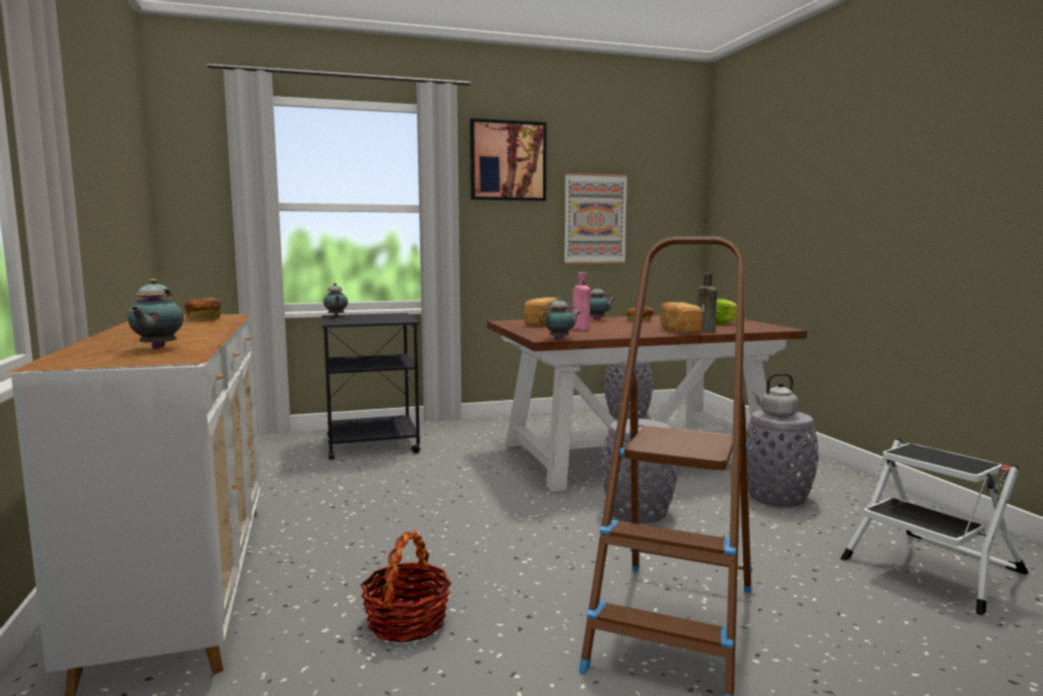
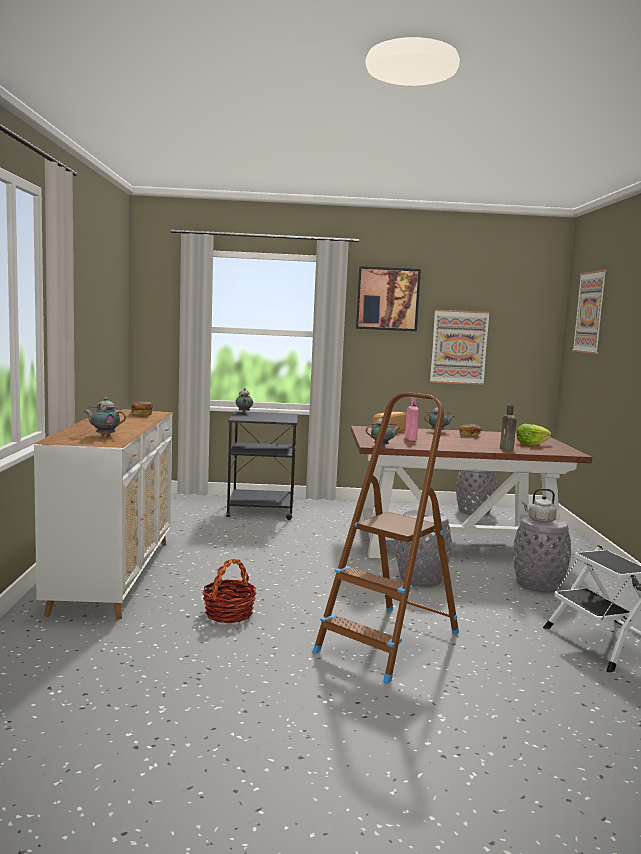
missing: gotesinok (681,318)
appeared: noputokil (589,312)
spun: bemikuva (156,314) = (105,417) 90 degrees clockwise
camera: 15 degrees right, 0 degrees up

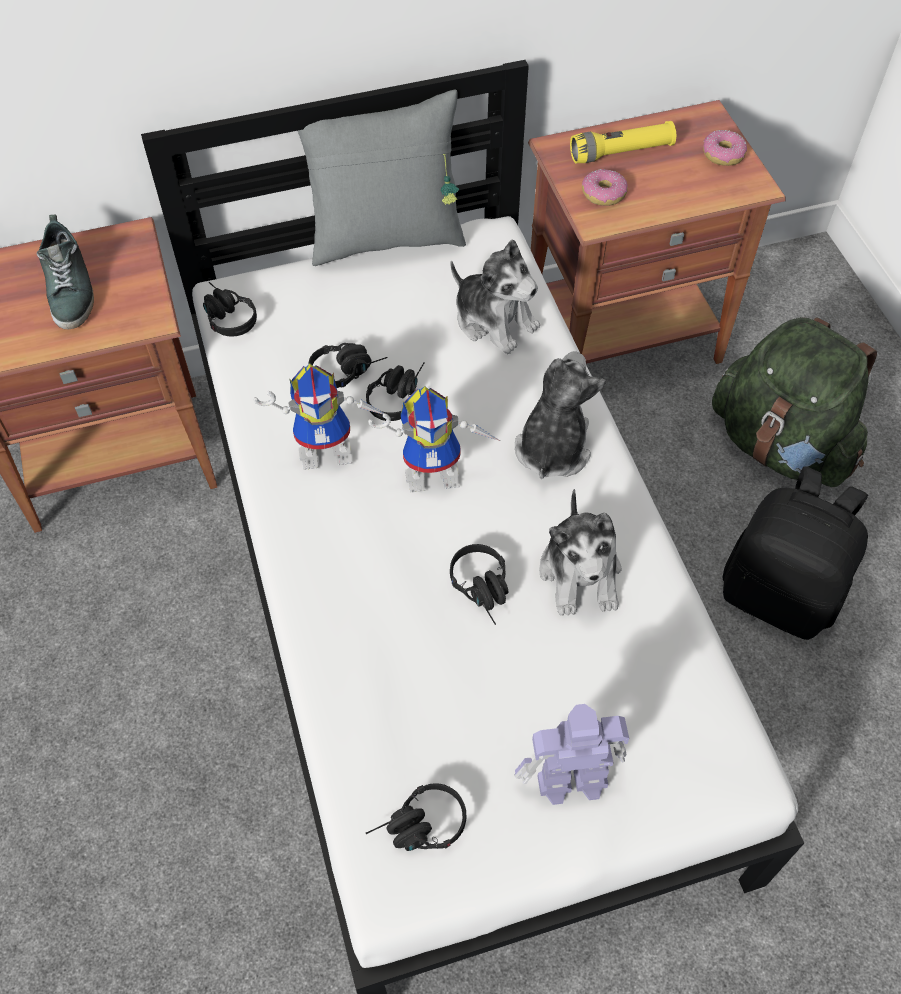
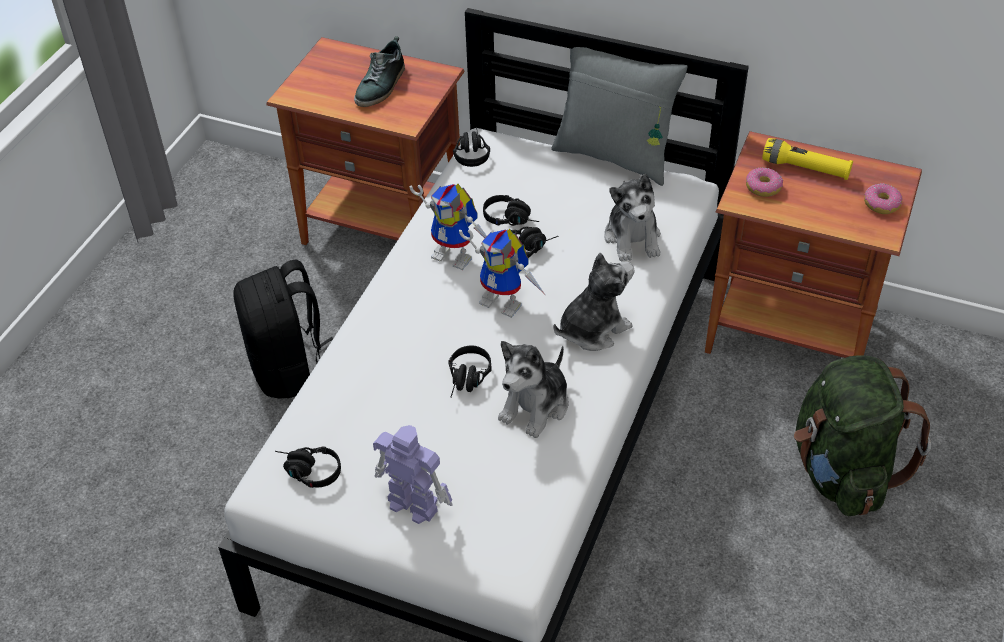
relocated: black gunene (795,553) to (283,329)
camera: 40 degrees right, 10 degrees down

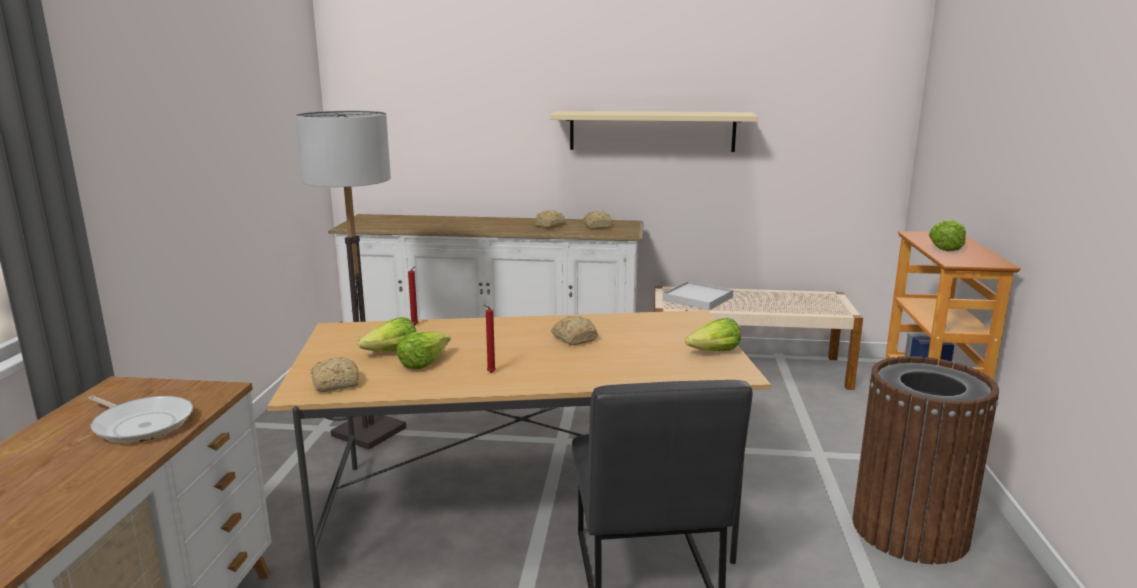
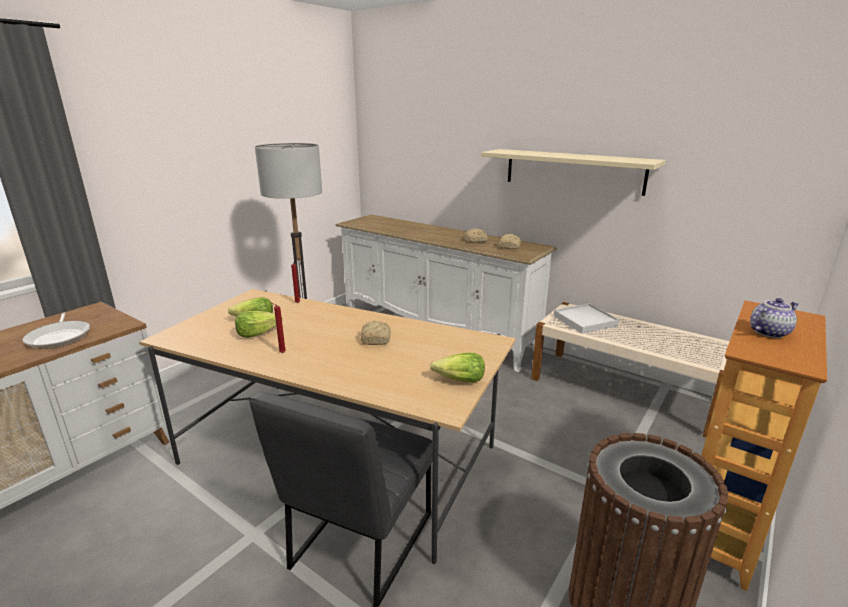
missing: gotesinok (334,374)
exchanged: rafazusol (947,235) to bemikuva (774,318)
camera: 30 degrees right, 5 degrees up

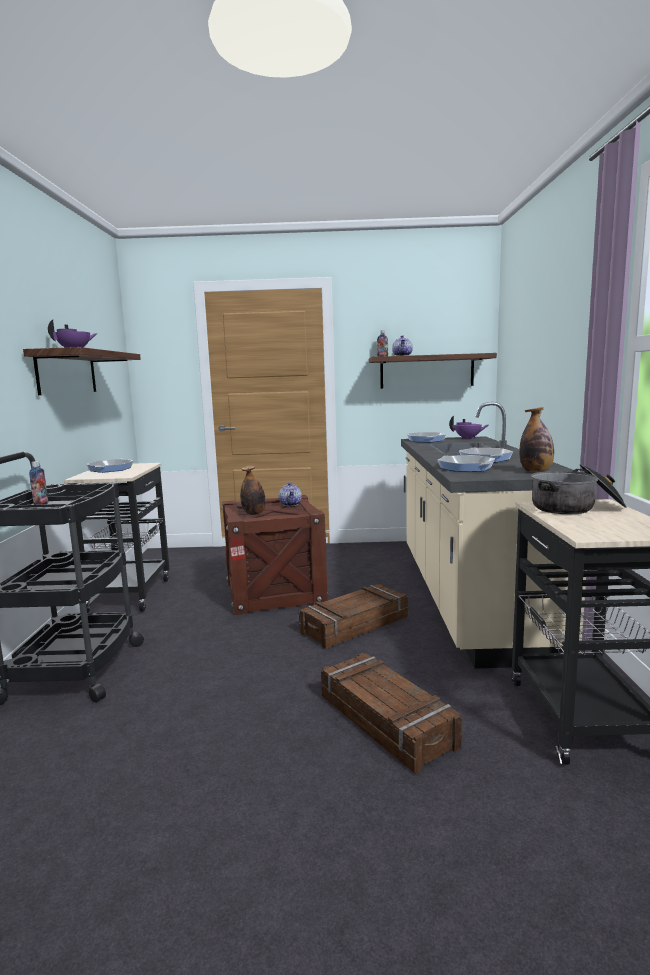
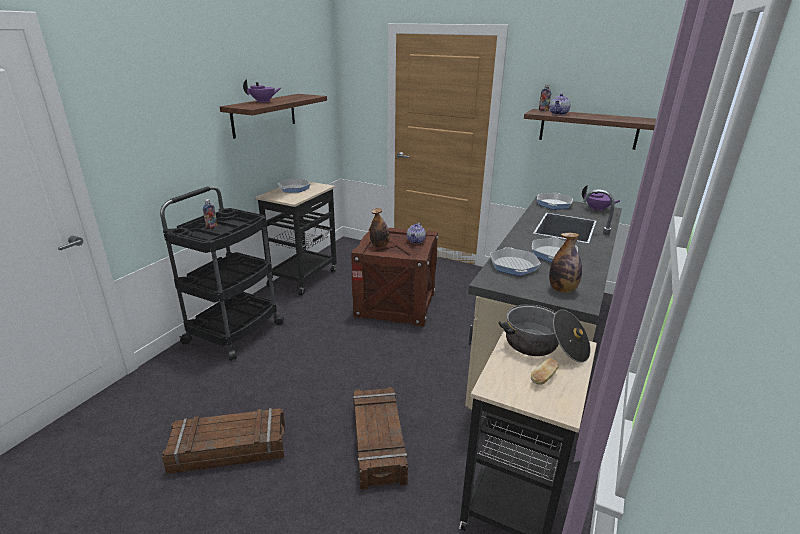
appeared: gotesinok (545,372)
relocated: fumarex (353,616) to (223,441)
camera: 25 degrees right, 15 degrees up

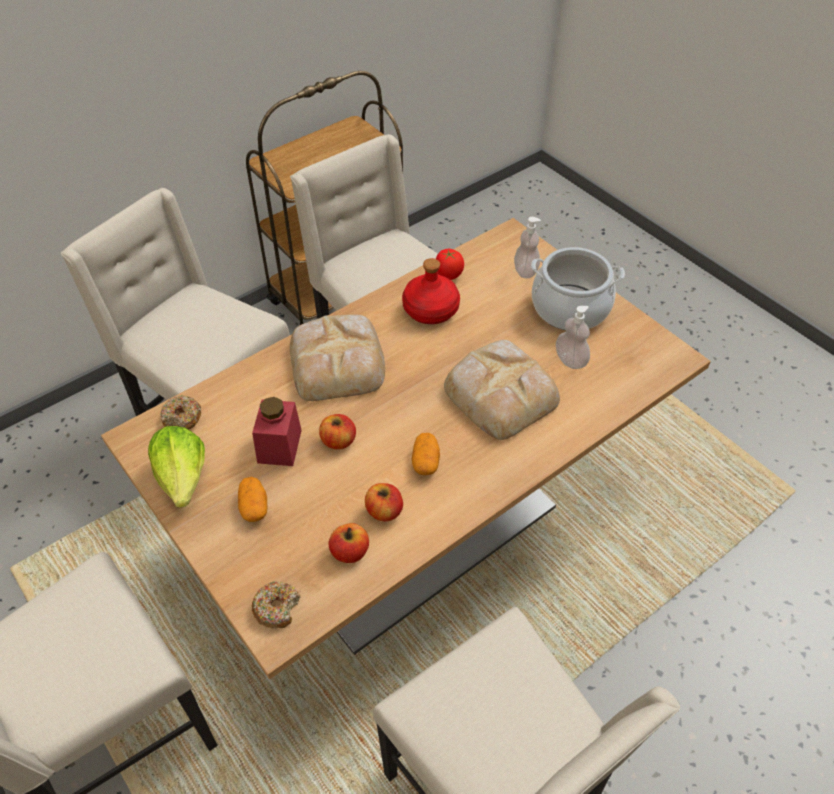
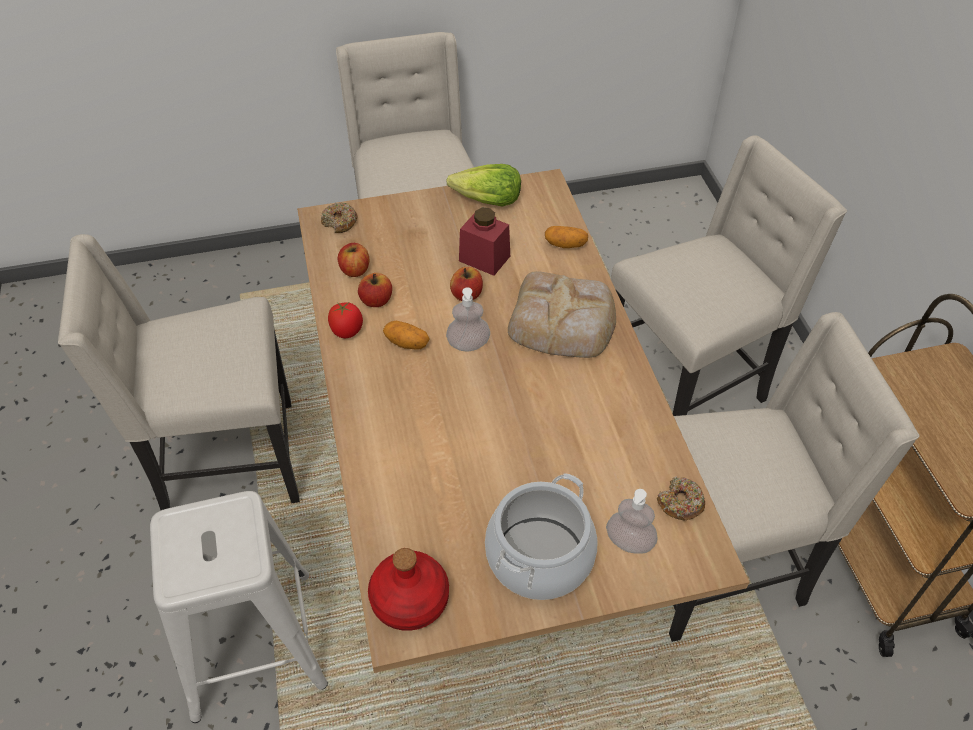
missing: gotesinok (502,390)
appeared: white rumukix (239,607)
relocated: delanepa (450,264) to (345,320); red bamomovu (431,291) to (408,589); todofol (573,337) to (468,319); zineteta (252,499) to (566,237); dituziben (181,412) to (681,498)
camera: 115 degrees right, 0 degrees up

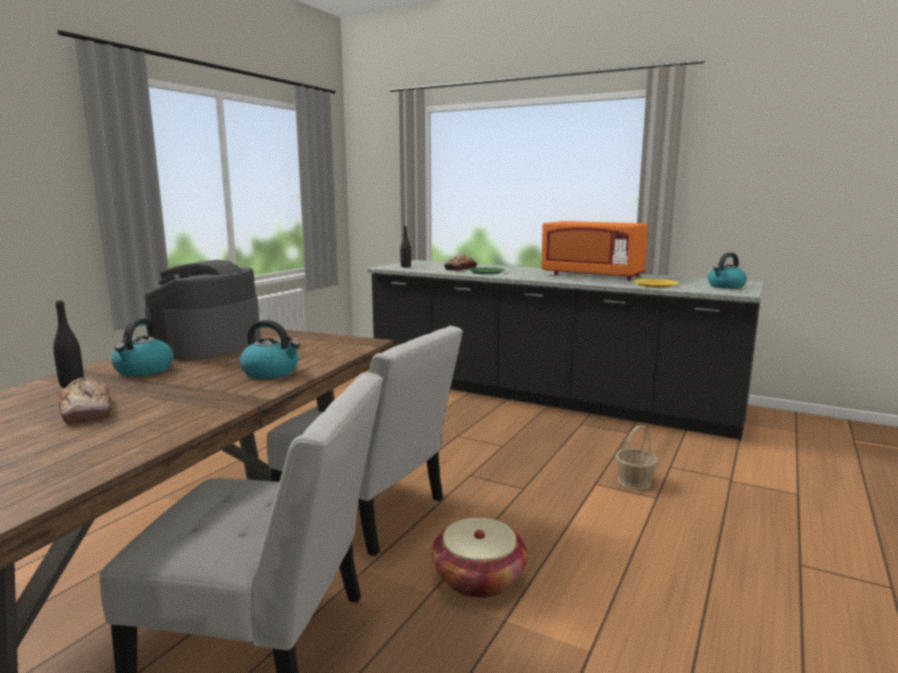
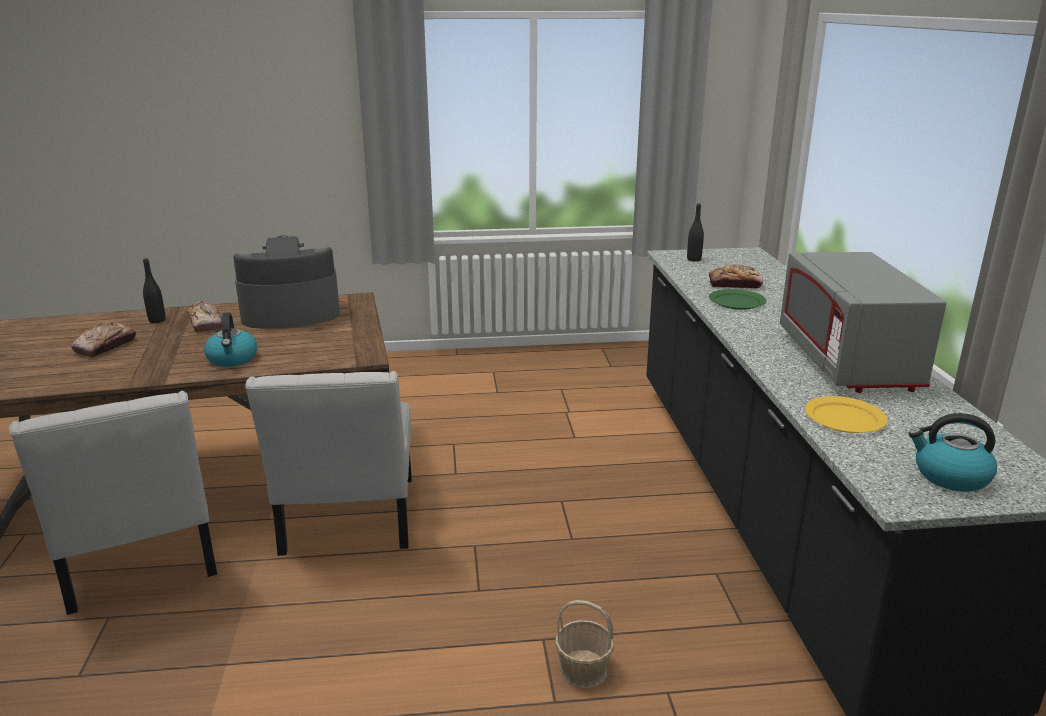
missing: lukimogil (479,558)
exchanged: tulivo (142,347) to gotesinok (204,316)
colour: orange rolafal (594,250) to grey rolafal (863,322)
camera: 55 degrees right, 10 degrees up

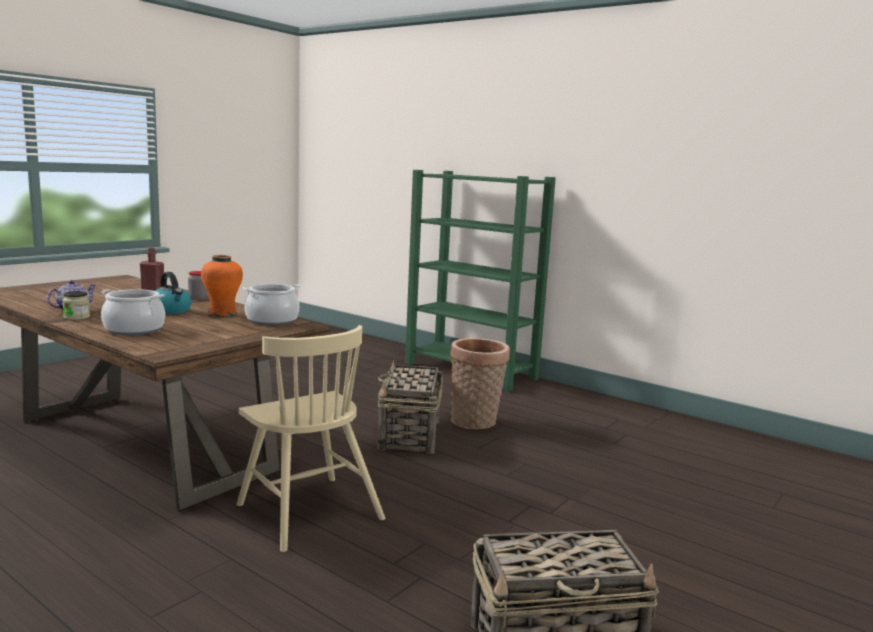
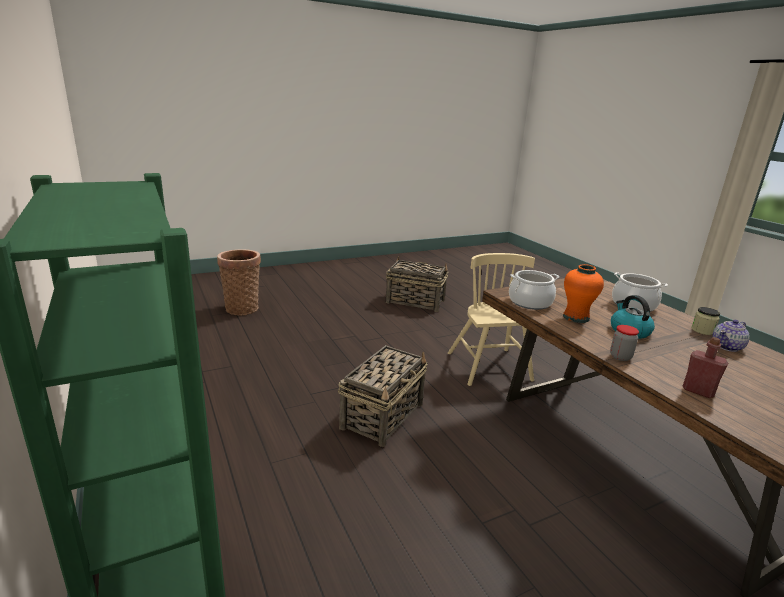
relocated: lukimogil (480,383) to (239,282)
camera: 155 degrees left, 10 degrees up

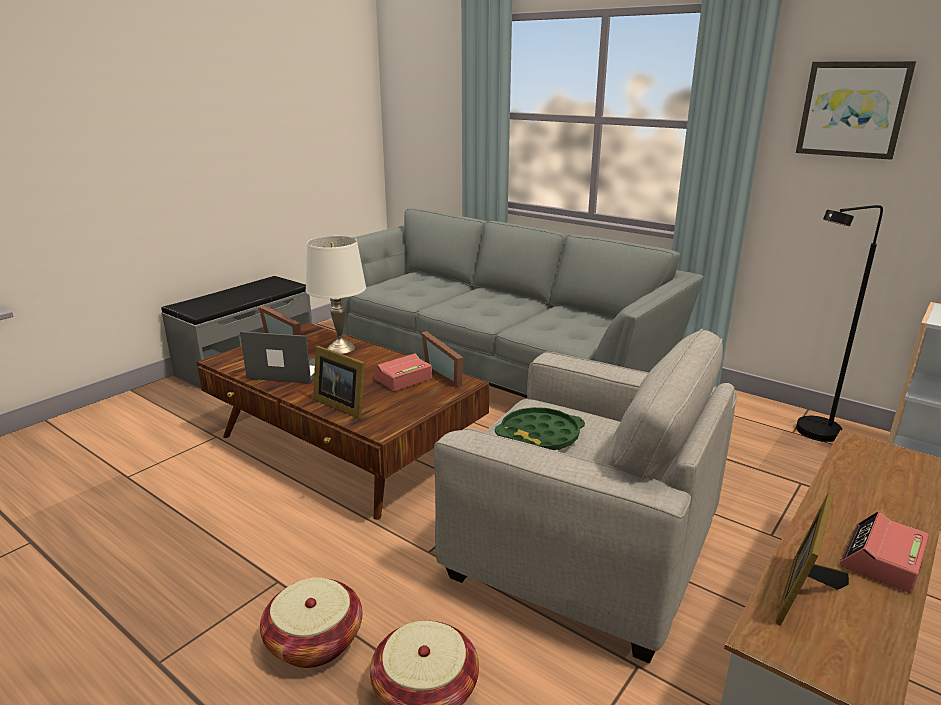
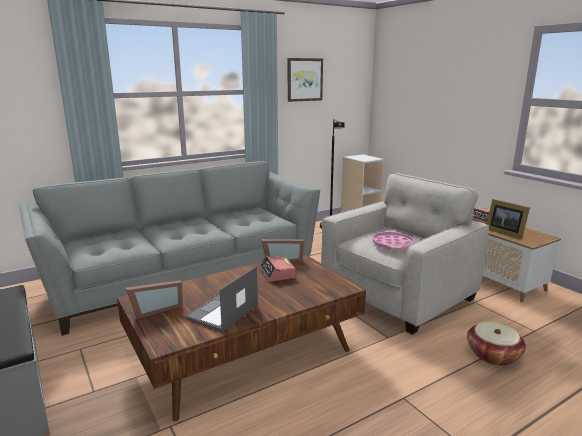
missing: lukimogil (311,623); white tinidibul (336,295); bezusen (339,382)
colour: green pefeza (540,428) to pink pefeza (393,240)
camera: 70 degrees left, 5 degrees down

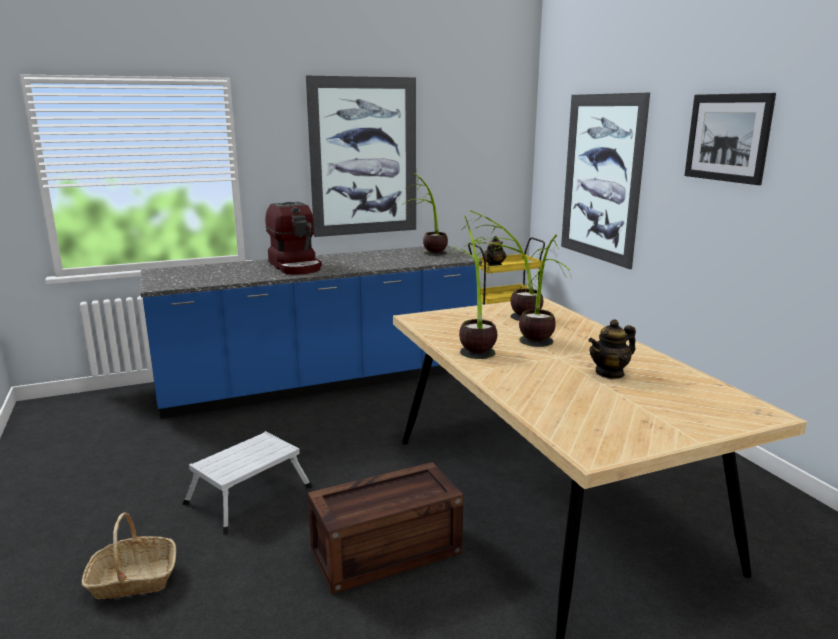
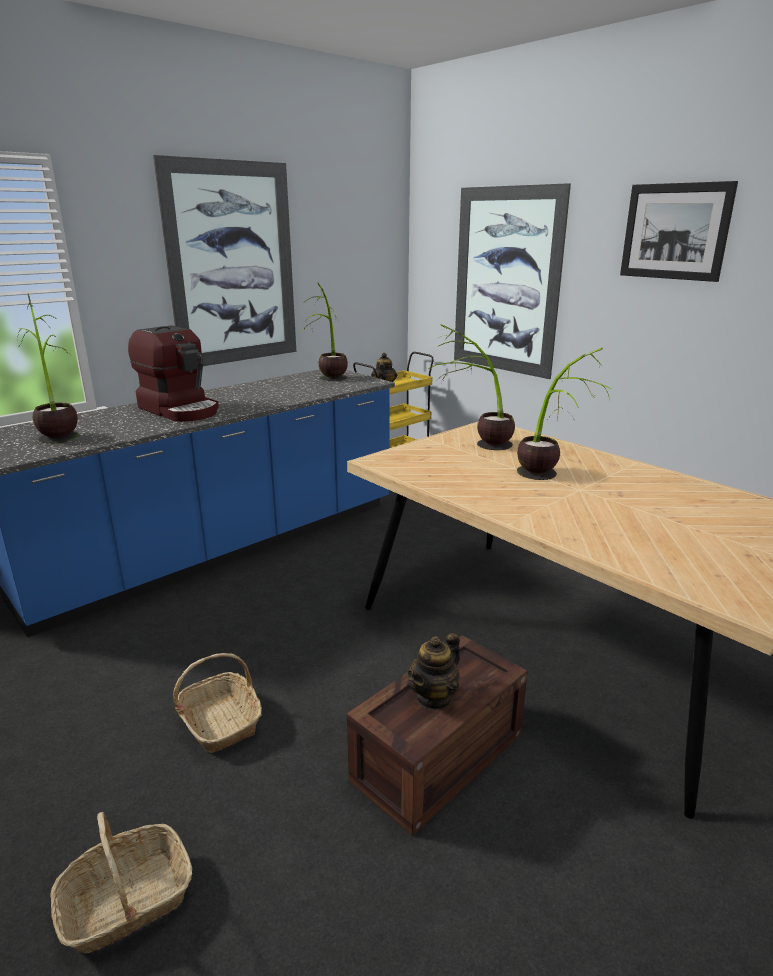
relocated: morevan (474,287) to (48,368); bemikuva (612,349) to (433,672)
exchanged: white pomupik (247,482) to lukimogil (217,703)
camera: 20 degrees left, 5 degrees up

